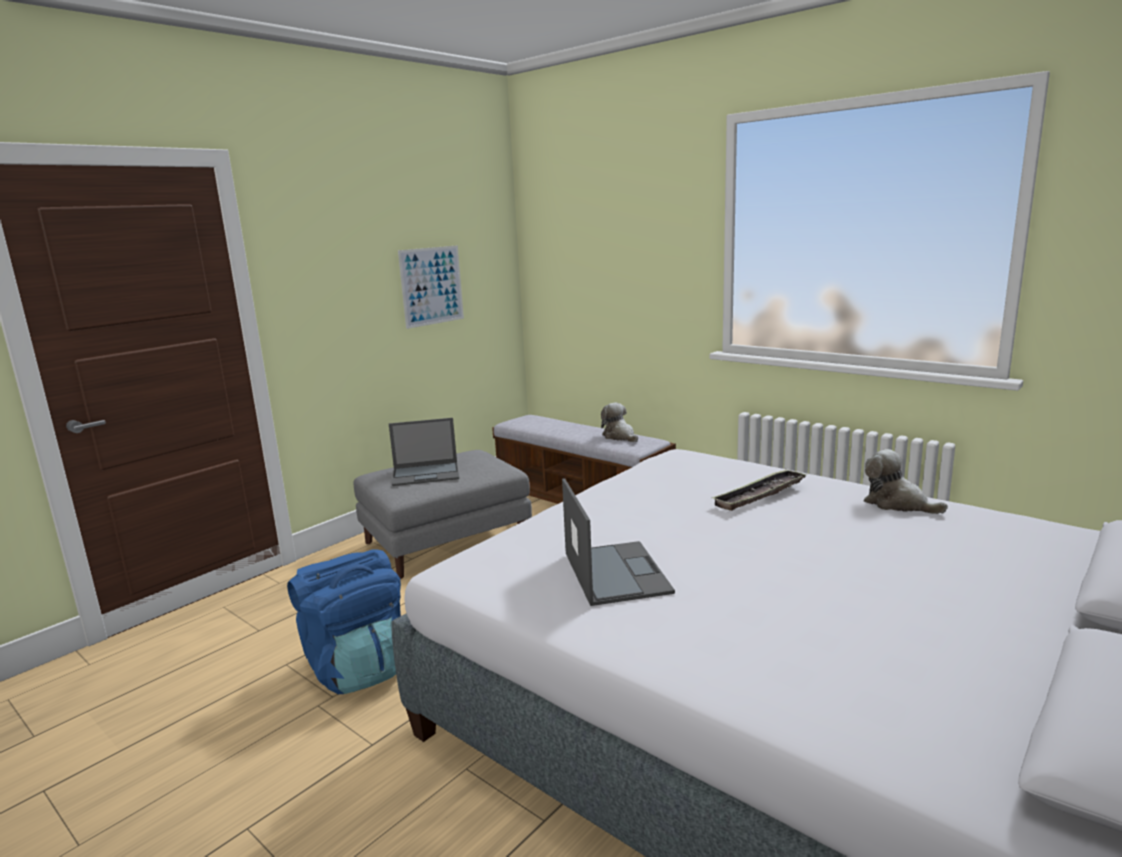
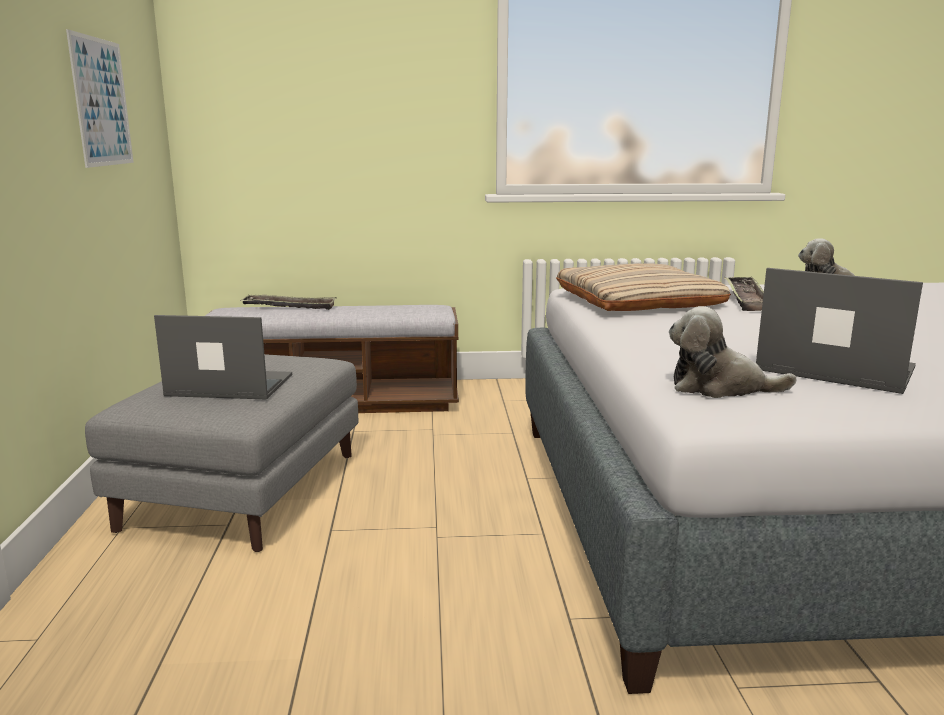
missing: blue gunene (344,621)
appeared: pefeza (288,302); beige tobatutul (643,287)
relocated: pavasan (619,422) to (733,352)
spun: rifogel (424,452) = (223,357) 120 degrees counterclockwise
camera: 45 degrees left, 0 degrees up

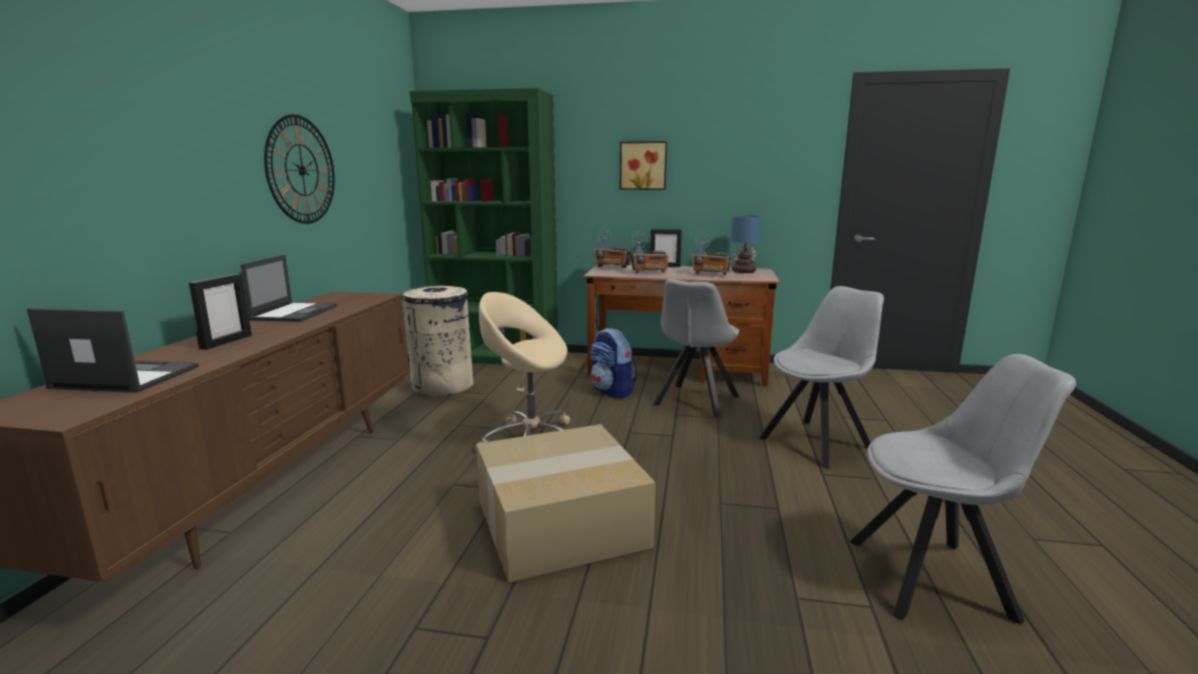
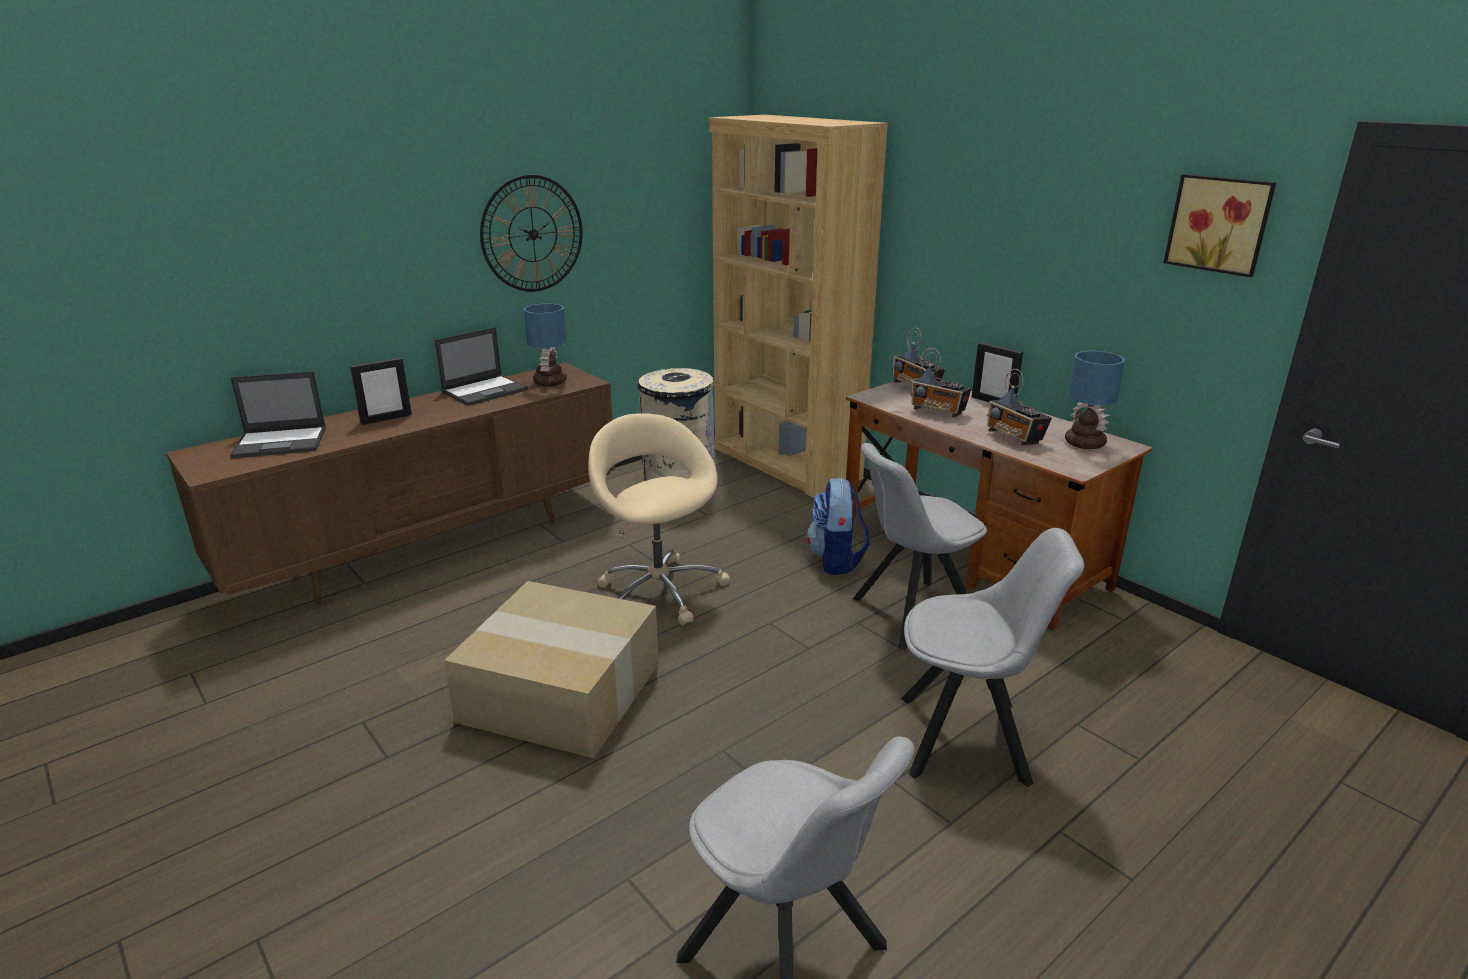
appeared: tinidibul (545,344)
relocated: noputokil (643,165) to (1219,225)
colour: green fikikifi (484,226) to brown fikikifi (798,306)
spun: rifogel (113,350) = (278,414) 120 degrees clockwise
camera: 40 degrees right, 10 degrees up

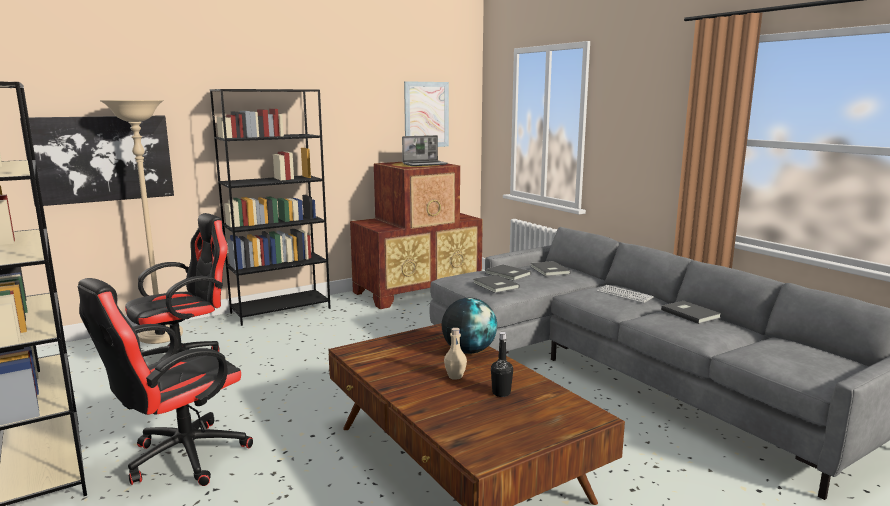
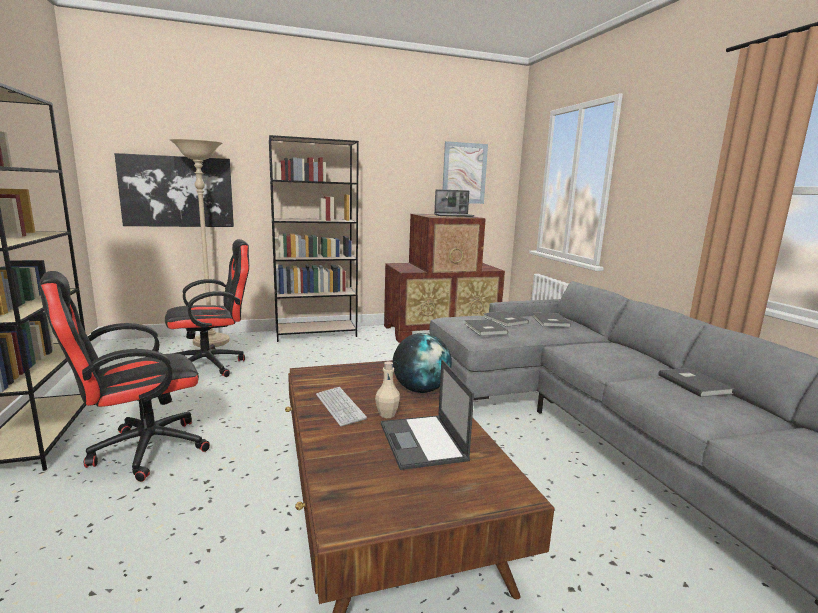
relocated: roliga (625,294) to (341,406)
exchanged: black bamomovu (502,364) to rifogel (427,415)
colour: black fikikifi (270,207) to beige fikikifi (314,238)
camera: 15 degrees right, 0 degrees up

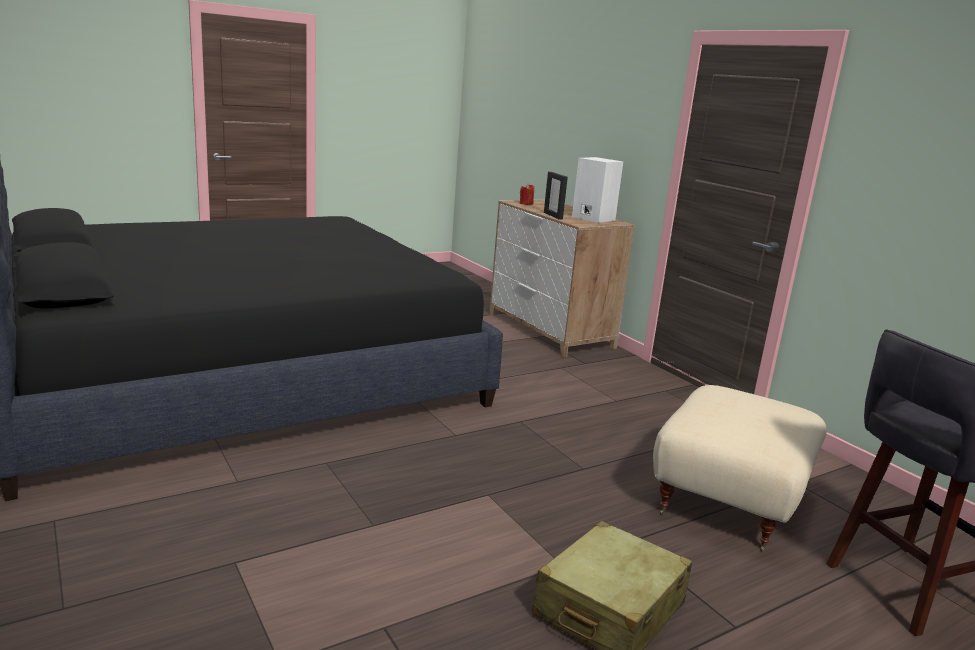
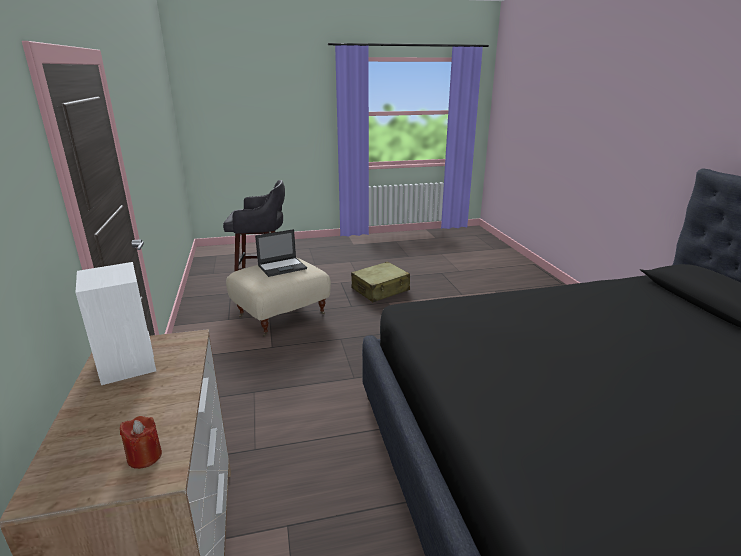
missing: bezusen (556,195)
appeared: rifogel (281,253)
camera: 160 degrees left, 5 degrees up

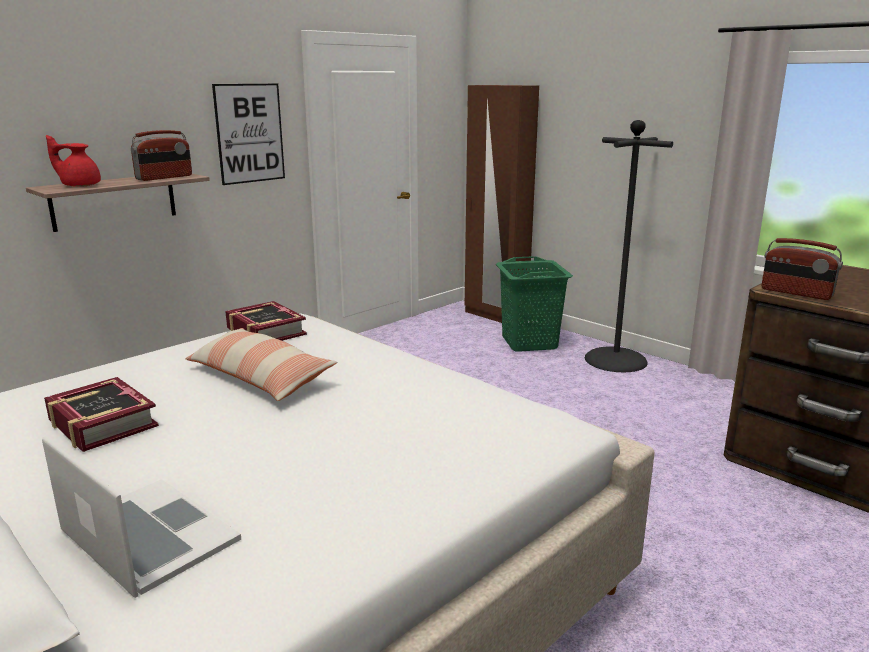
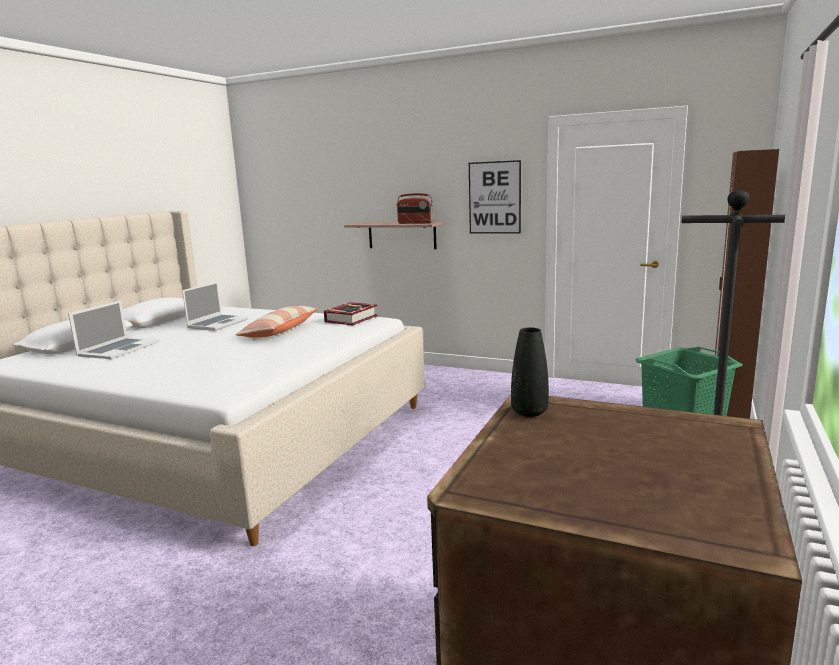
missing: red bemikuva (73,161)
exchanged: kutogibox (101,414) to rifogel (215,306); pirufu (802,269) to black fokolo (530,372)
camera: 70 degrees right, 5 degrees down

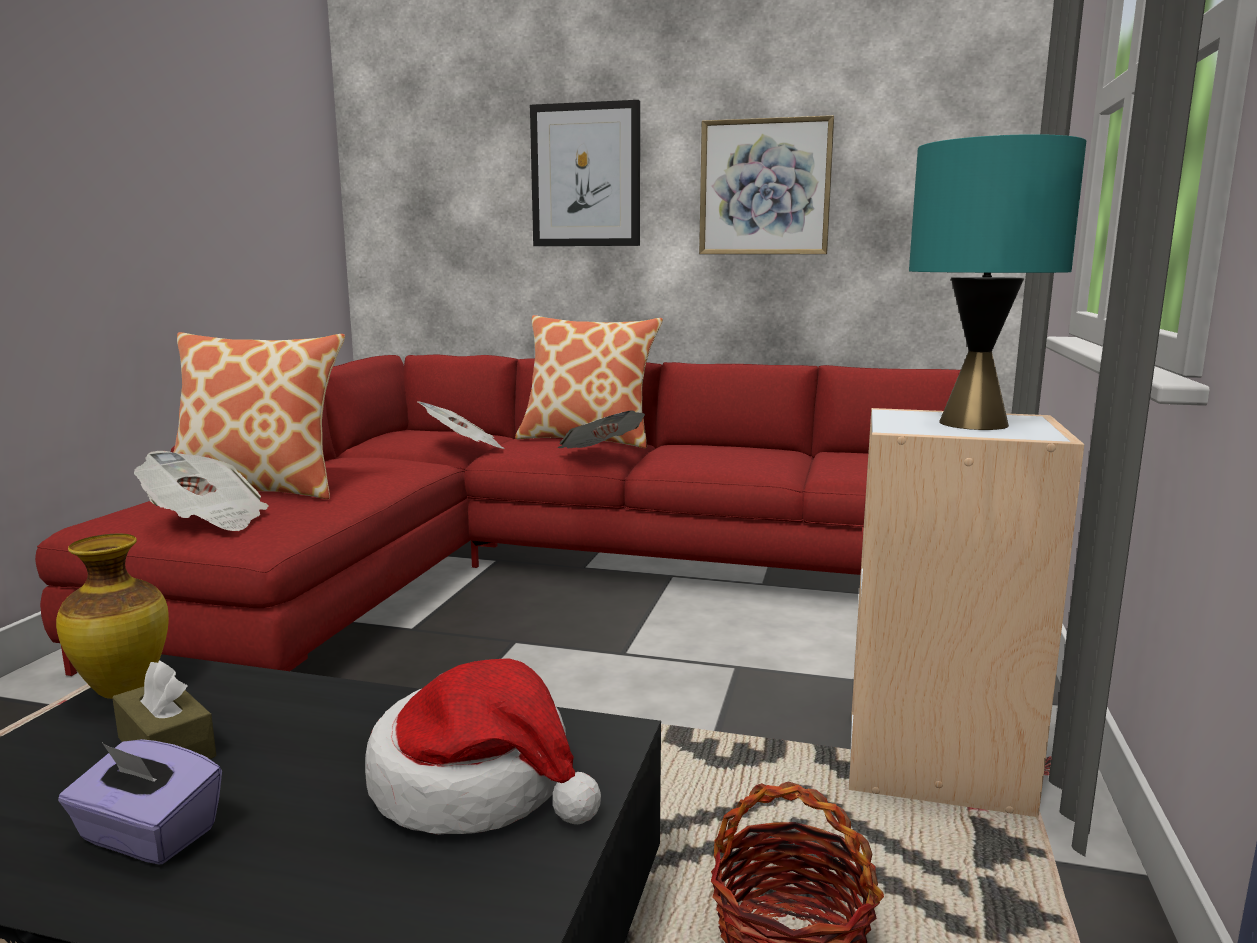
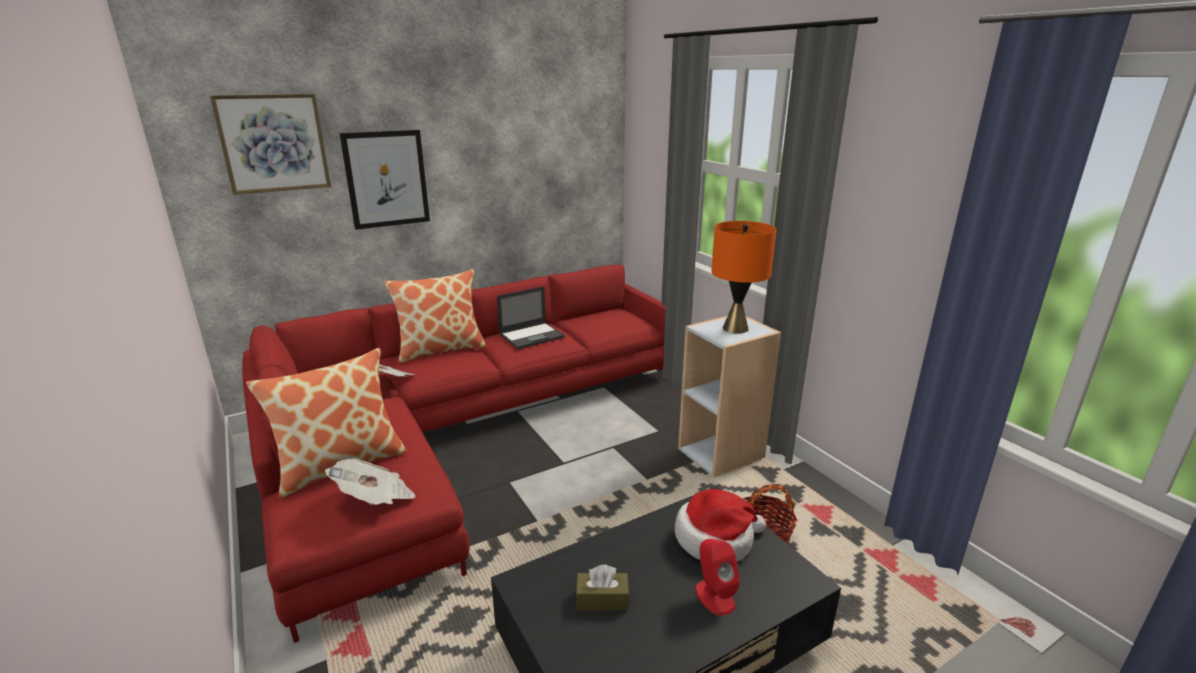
missing: fokolo (112,616); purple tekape (140,801); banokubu (601,429)
appeared: rifogel (531,317); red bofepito (717,577)
relocated: noputokil (766,184) to (270,144)
colour: turquoise tinidibul (997,282) to orange tinidibul (743,277)
camera: 45 degrees left, 10 degrees up

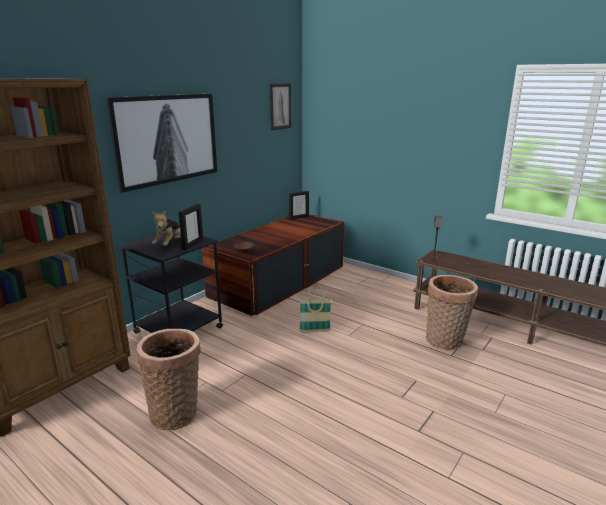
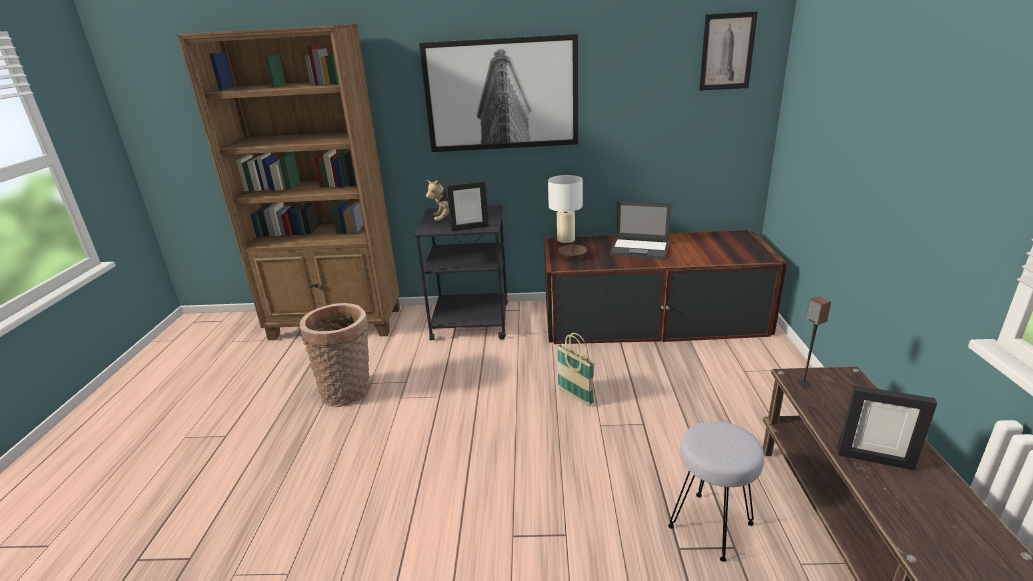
appeared: white tinidibul (565,210); rifogel (640,230)
relocated: bezusen (299,205) to (887,428)
exchanged: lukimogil (452,312) to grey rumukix (716,491)
camera: 55 degrees right, 5 degrees up

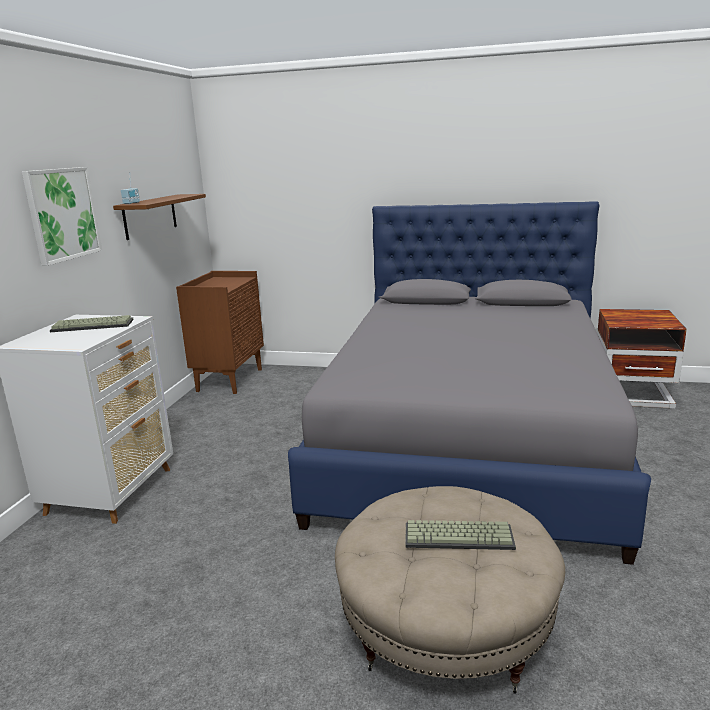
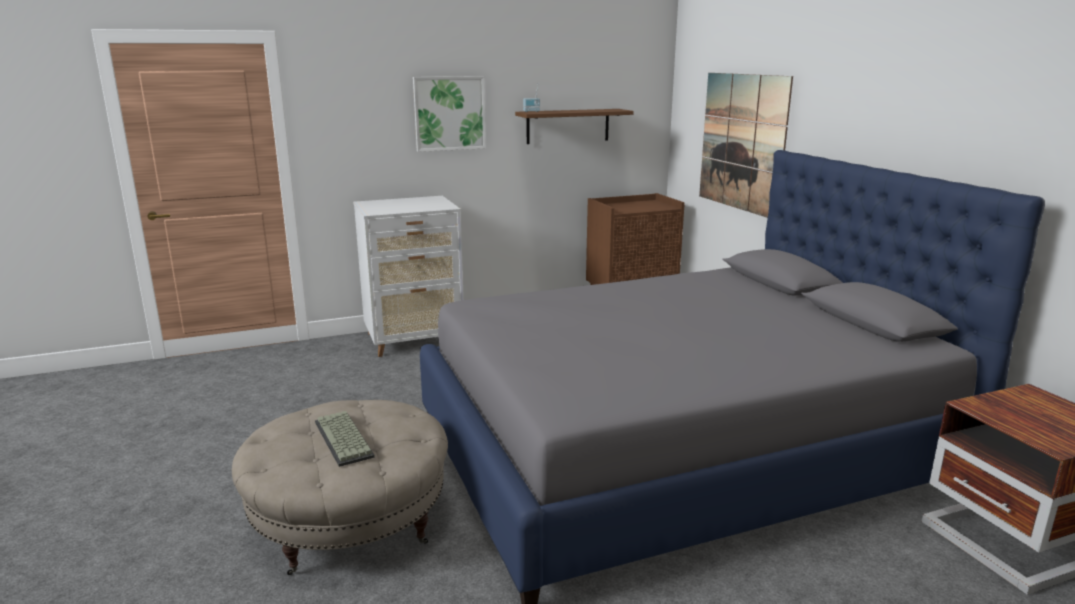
missing: roliga (91,323)
appeared: noputokil (746,145)
camera: 55 degrees right, 0 degrees up

